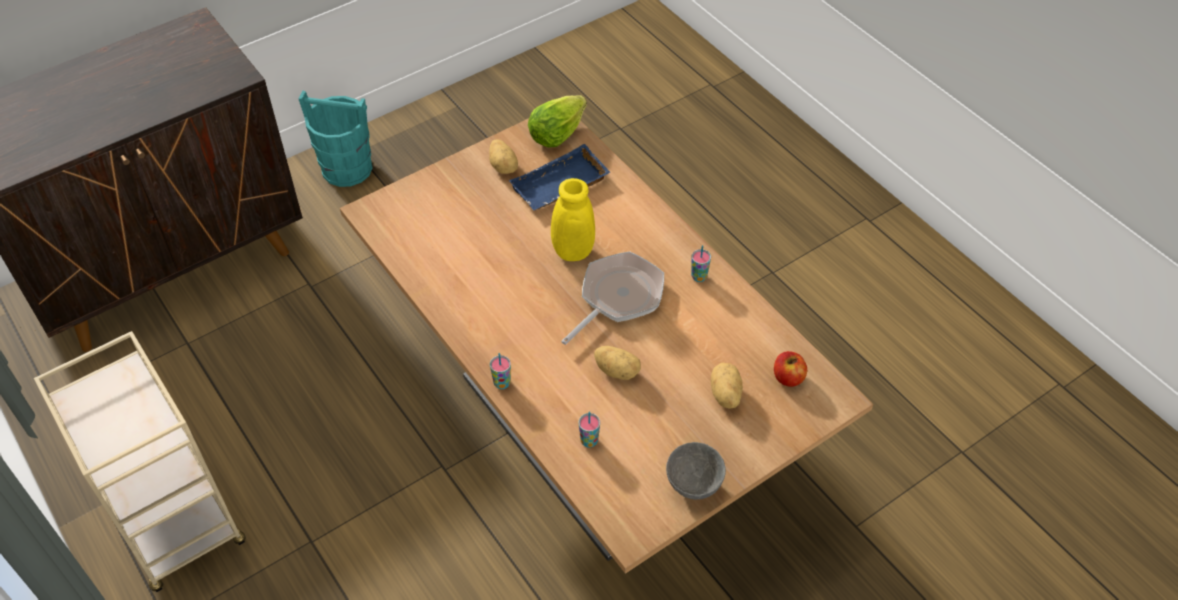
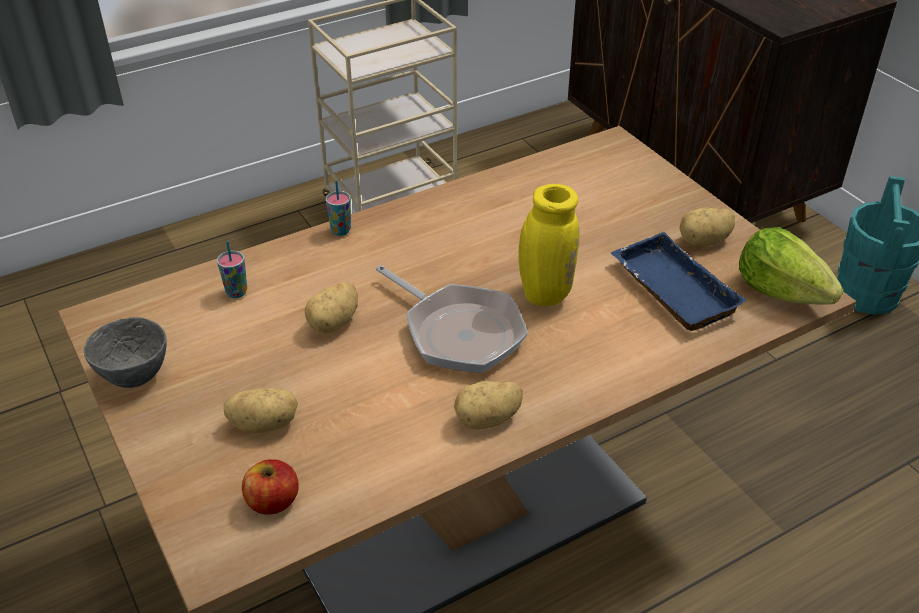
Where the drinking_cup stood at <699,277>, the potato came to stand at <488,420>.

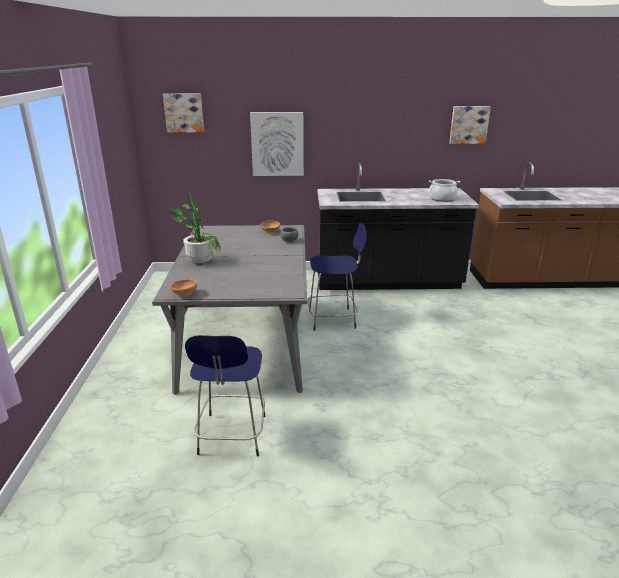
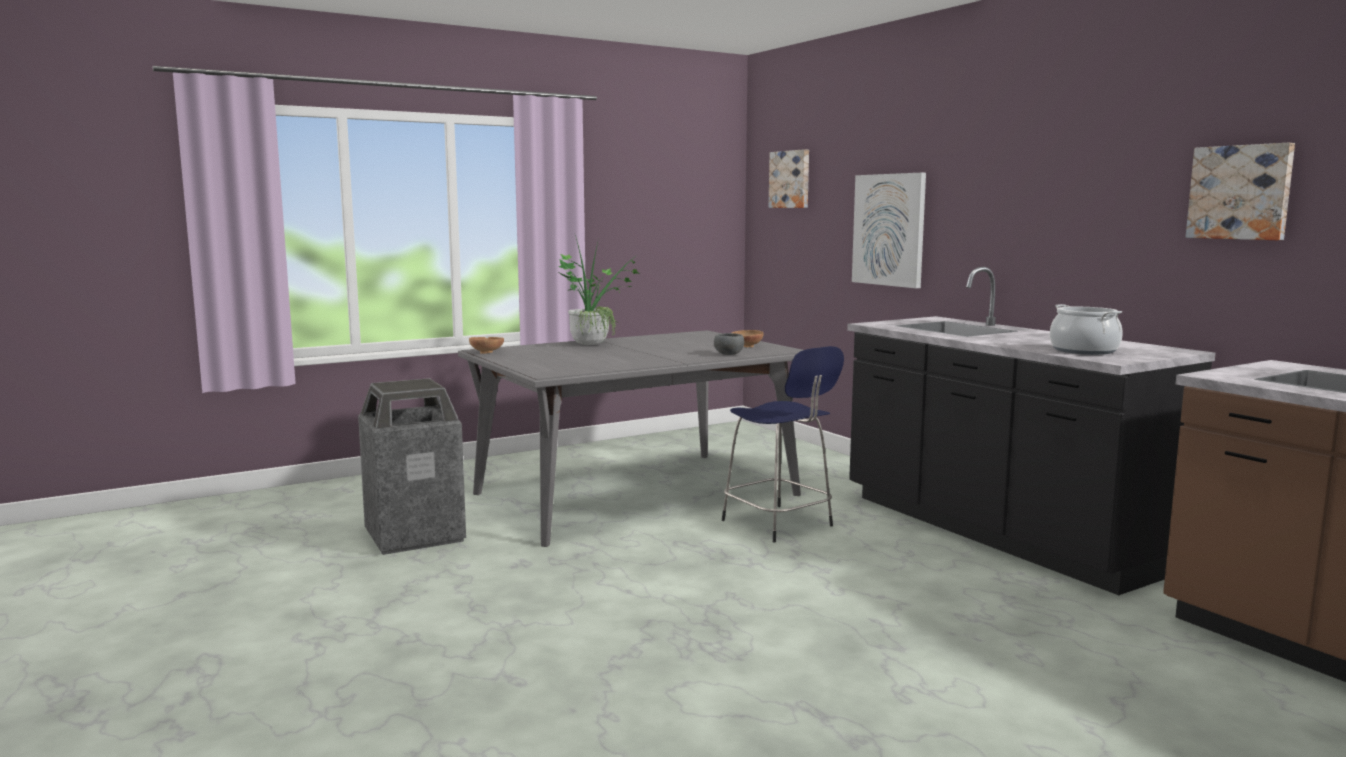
Where the blue_stool_seat stood at <232,436>, the rubbish_bin came to stand at <414,535>.

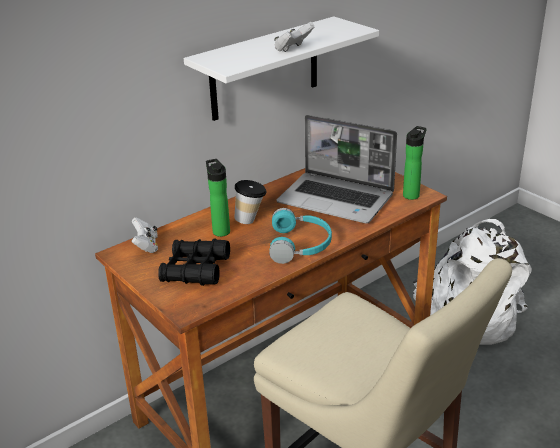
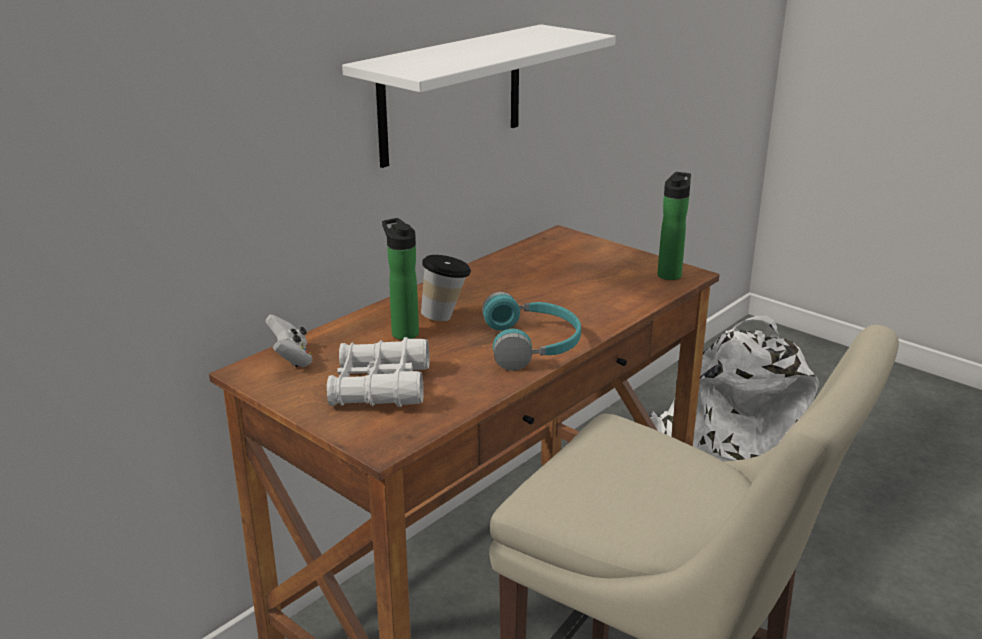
The second view lost the white-coloured_joypad at <293,49>.
The second view lost the portable_computer at <337,199>.
What was the black-coloured_field_glasses at <195,270> turned into the white-coloured_field_glasses at <380,387>.

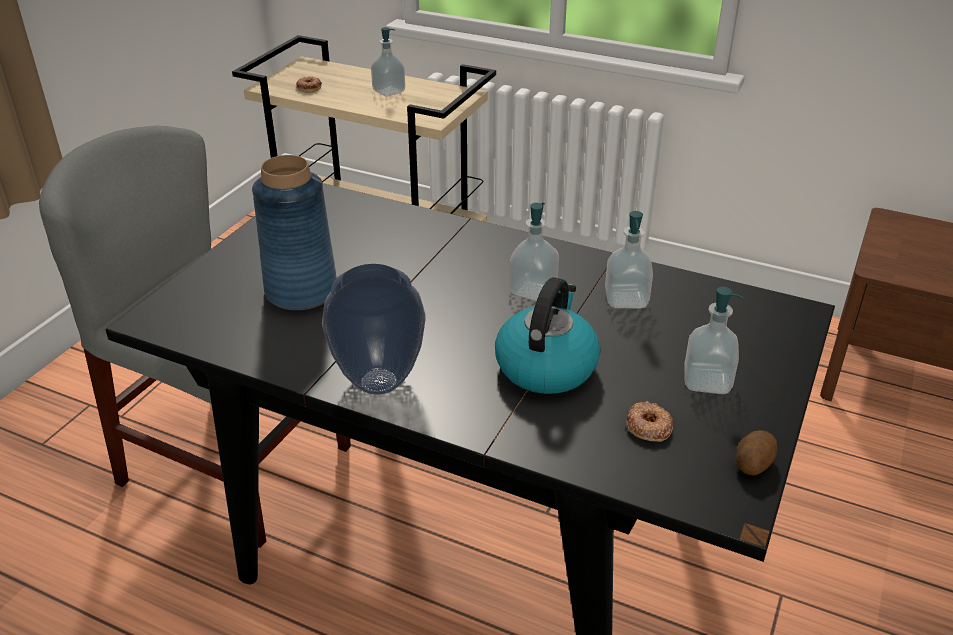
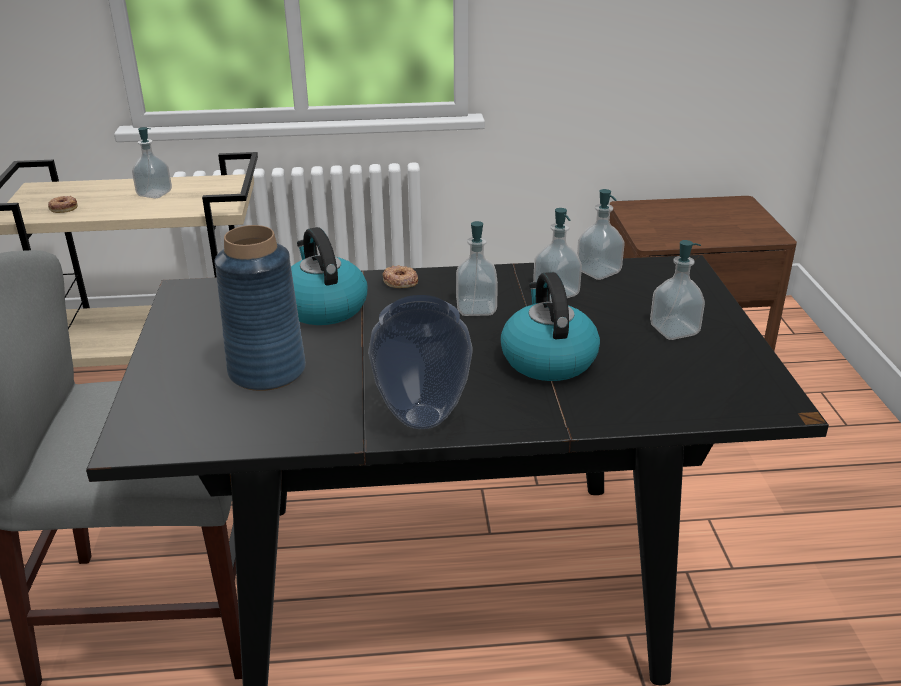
The doughnut ended up elsewhere, having gone from <648,426> to <400,281>.
The second view lost the potato at <753,463>.
The second view gained the soap_dispenser at <598,272>.
The second view gained the tea_kettle at <323,307>.

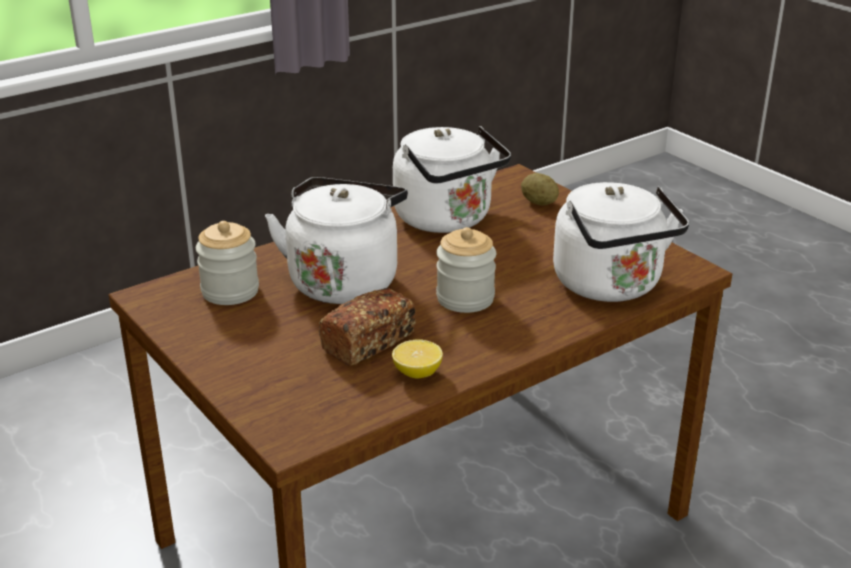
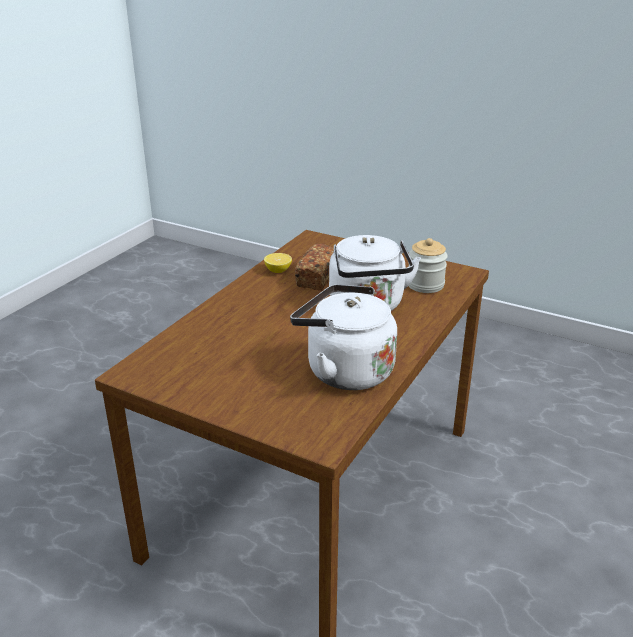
The second view lost the potato at <539,203>.
The second view lost the white-coloured_tea_kettle at <611,286>.
The second view lost the storage_jar at <465,298>.

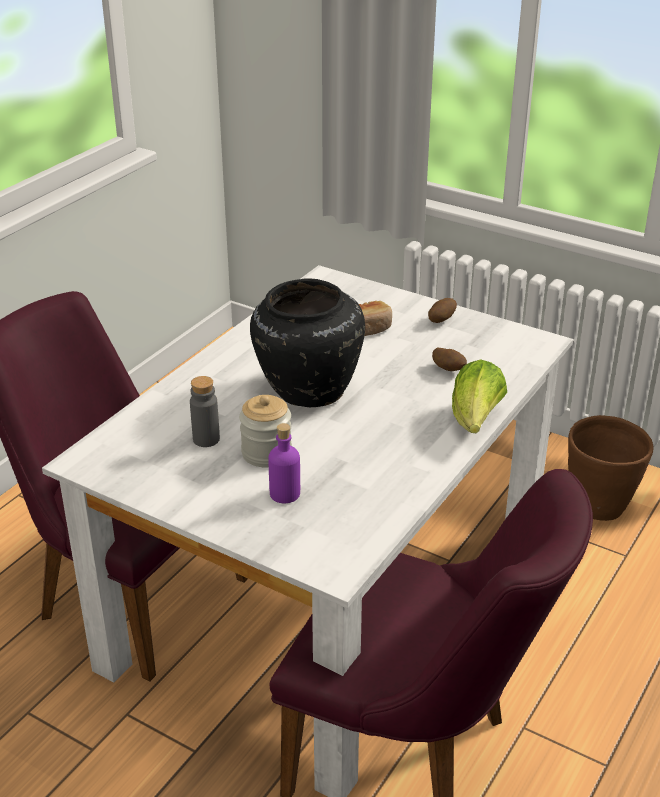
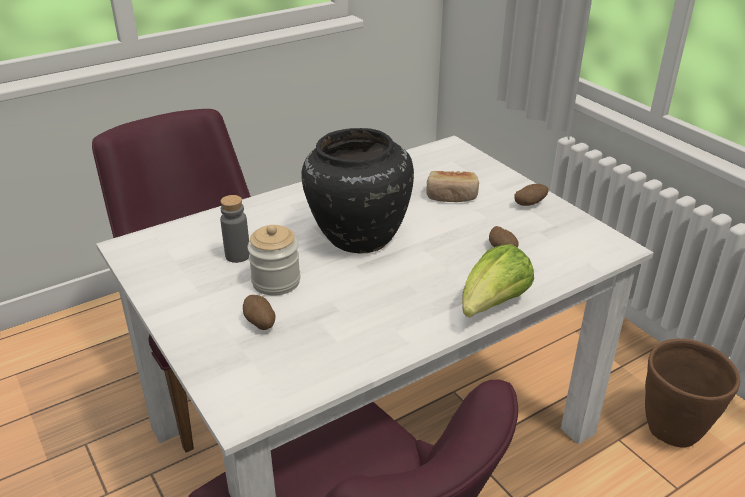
Where the purple_drink_bottle stood at <285,493>, the potato came to stand at <260,323>.

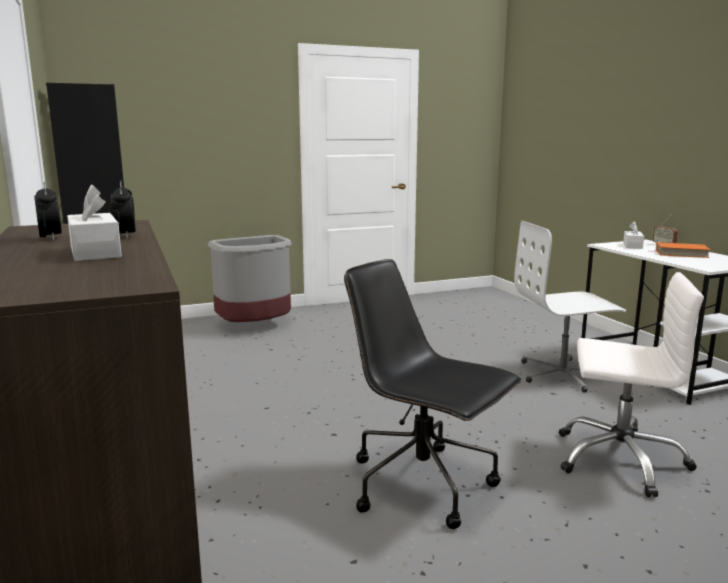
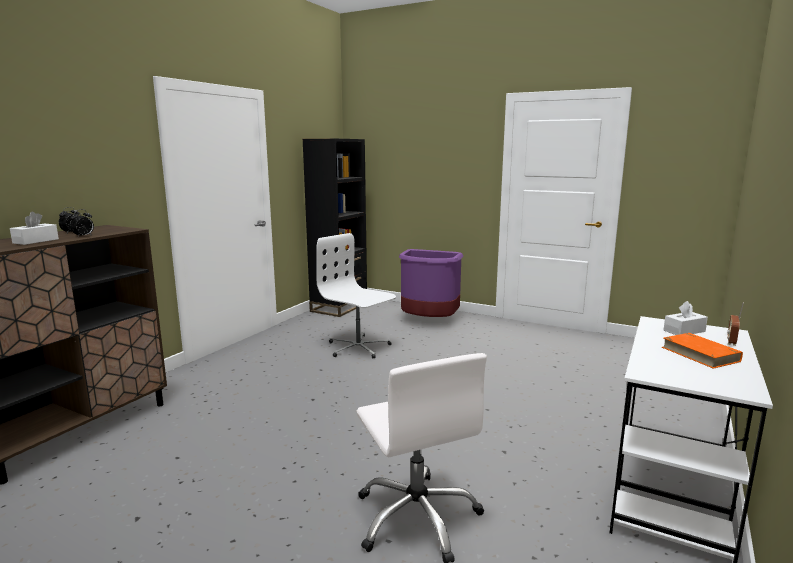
The white-coloured_computer_chair ended up elsewhere, having gone from <563,374> to <358,347>.
What was the grey_rubbish_bin at <256,327> turned into the purple_rubbish_bin at <429,321>.
The second view lost the black-coloured_computer_chair at <424,485>.

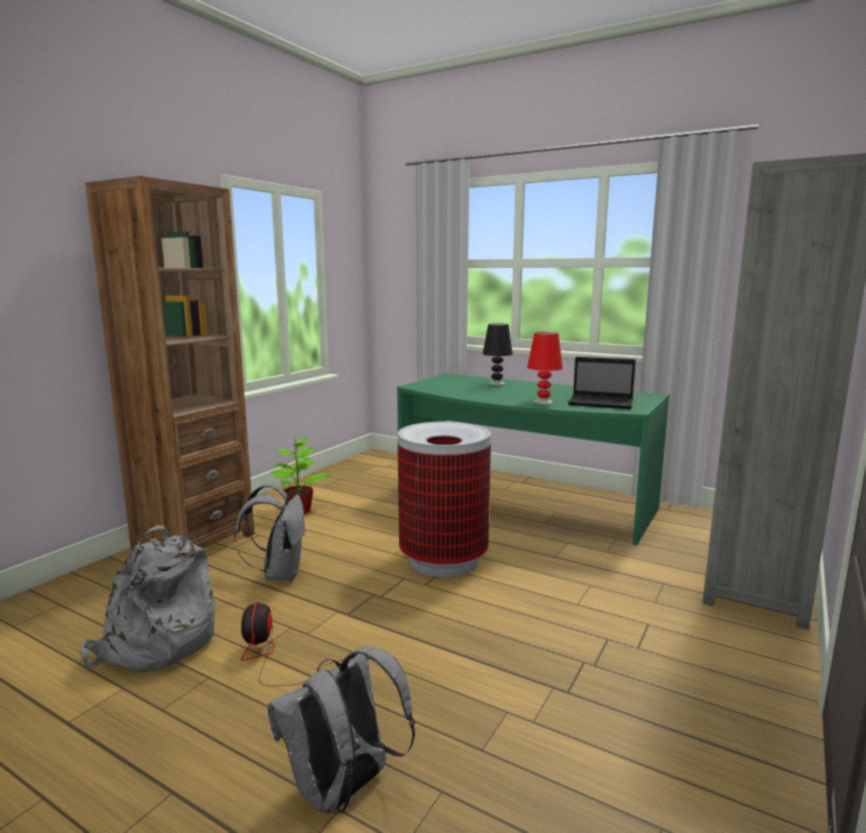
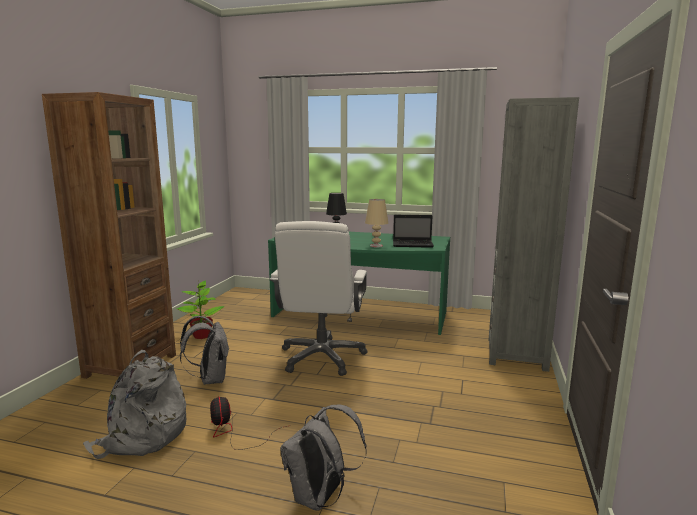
What was the red-coloured_tabletop_lamp at <543,402> turned into the beige-coloured_tabletop_lamp at <376,246>.
Where the rubbish_bin stood at <443,560>, the white-coloured_computer_chair came to stand at <322,357>.

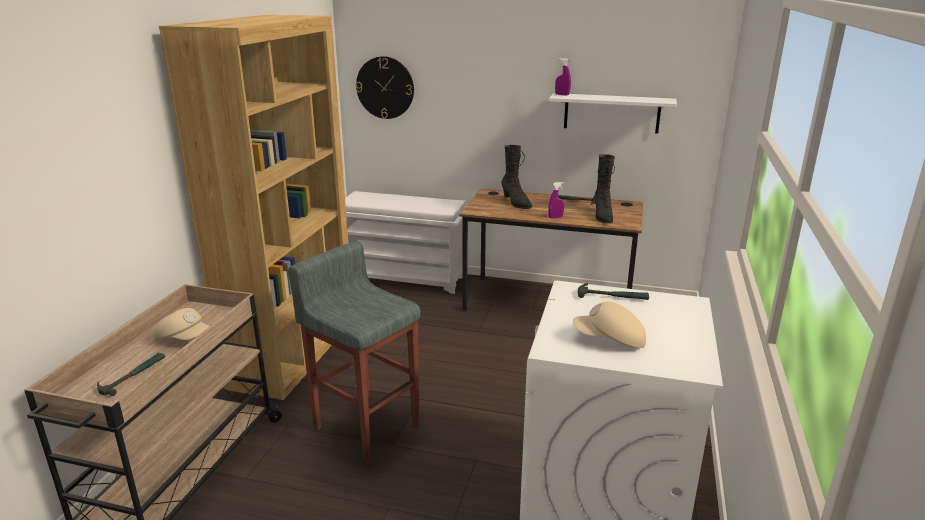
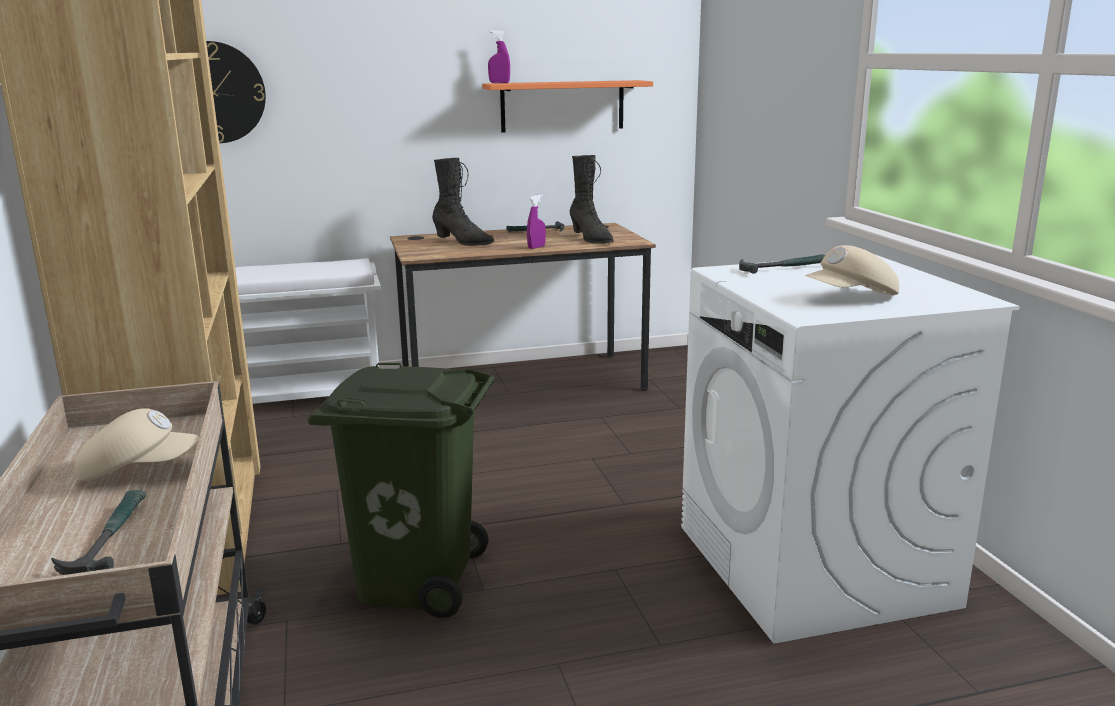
What was the white-coloured_wall_shelf at <611,113> turned into the orange_wall_shelf at <562,106>.
Where the grey_stool_seat stood at <366,425>, the green_rubbish_bin came to stand at <416,579>.

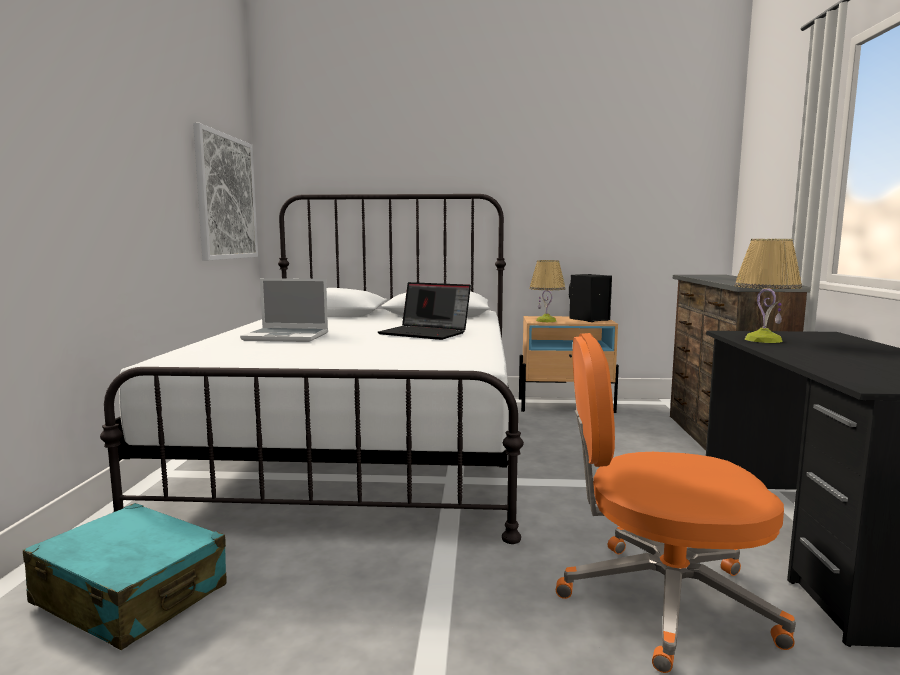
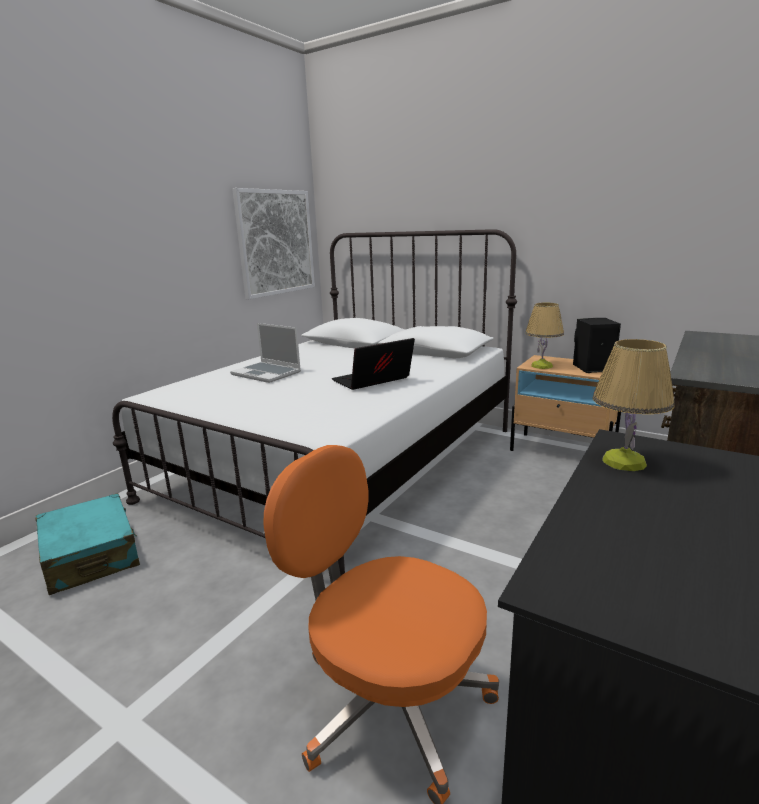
The portable_computer at <426,333> ended up facing another way, 90 degrees clockwise from before.

